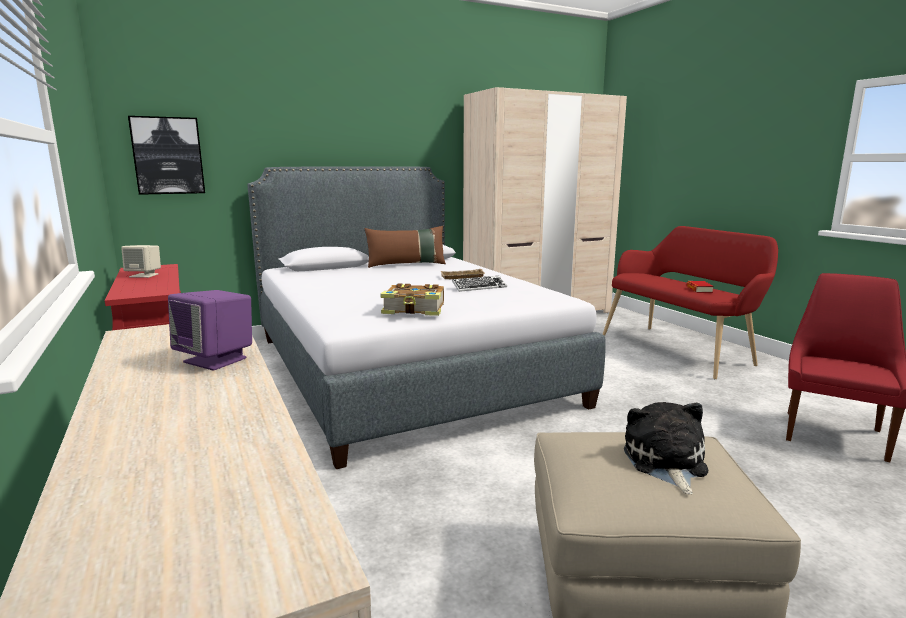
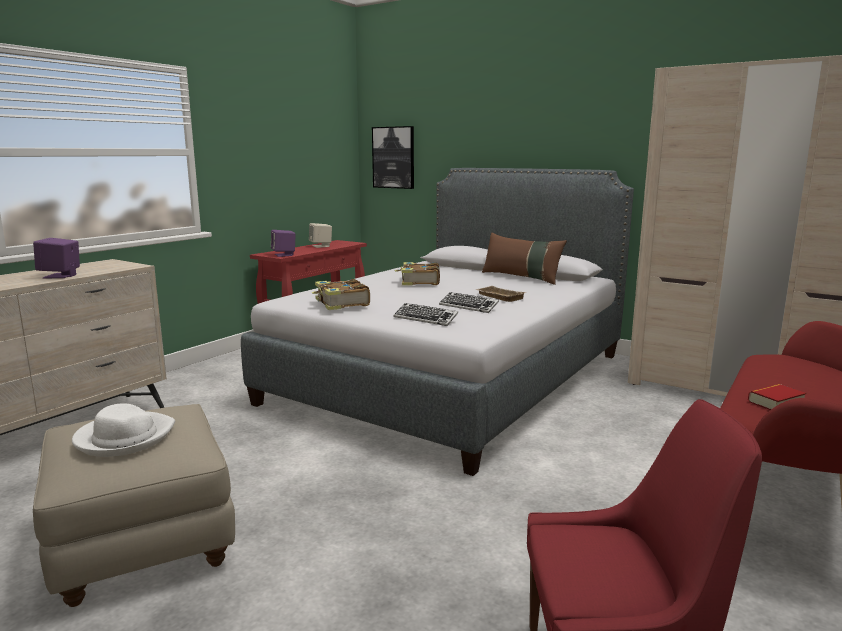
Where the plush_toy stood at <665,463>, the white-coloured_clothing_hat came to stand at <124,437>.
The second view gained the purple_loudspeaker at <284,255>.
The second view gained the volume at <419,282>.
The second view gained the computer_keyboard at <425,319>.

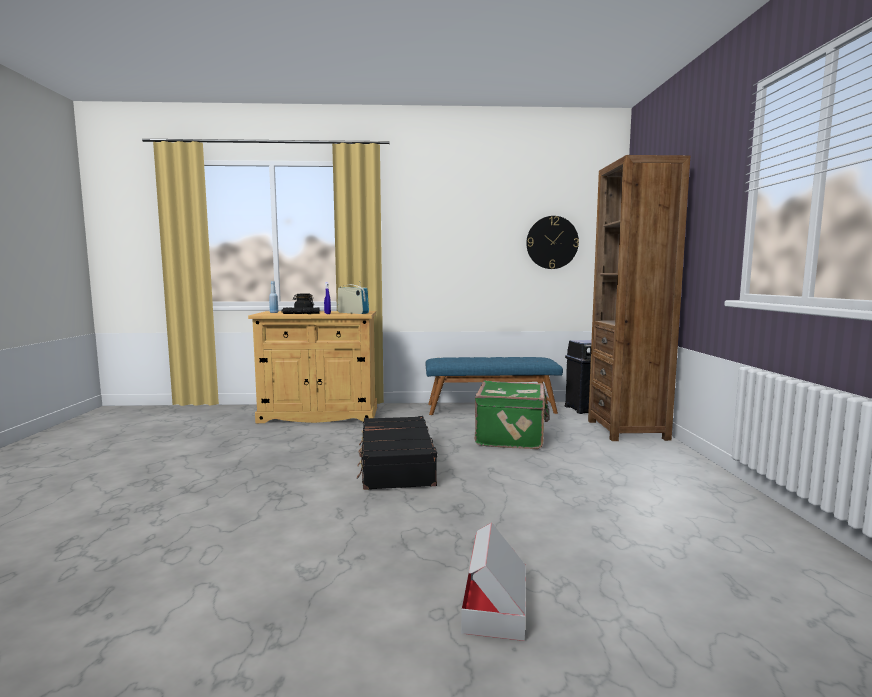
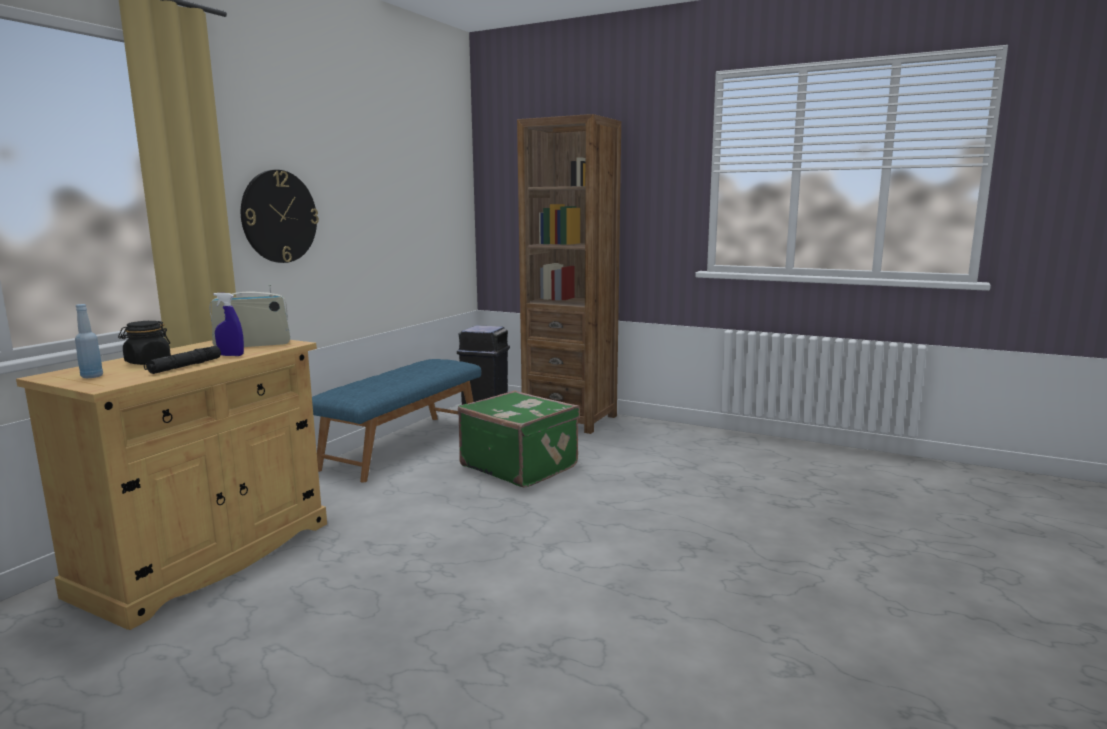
The hanging_clock ended up elsewhere, having gone from <552,242> to <279,216>.
The second view lost the black-coloured_travel_case at <395,464>.
The second view lost the packing_box at <495,607>.

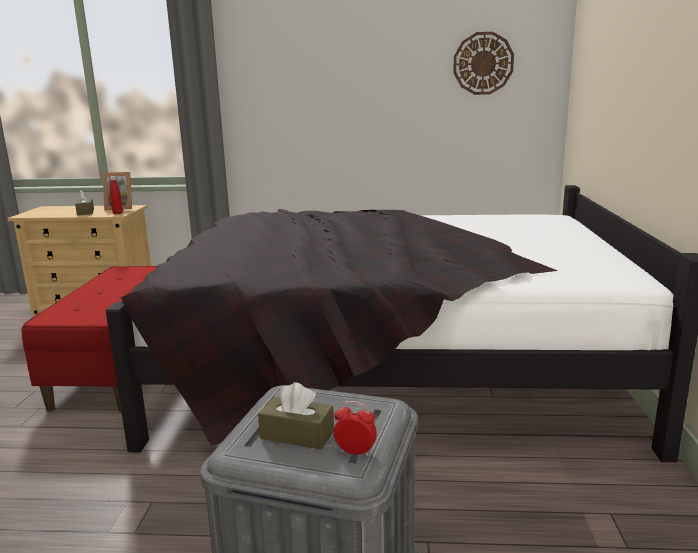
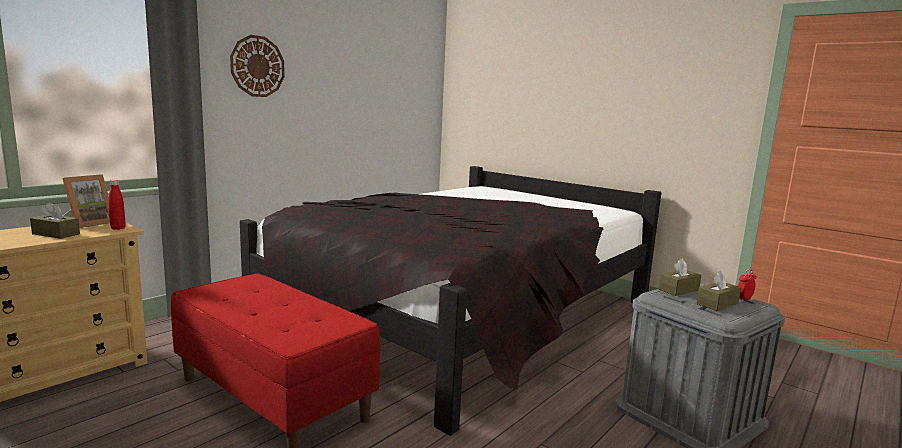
The hanging_clock ended up elsewhere, having gone from <483,63> to <257,66>.
The second view gained the brownish_tissue_box at <678,290>.

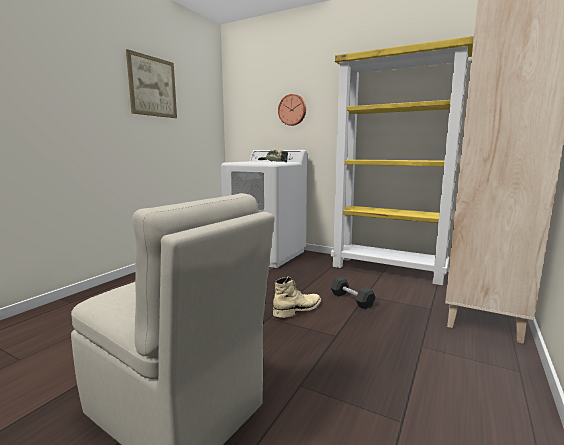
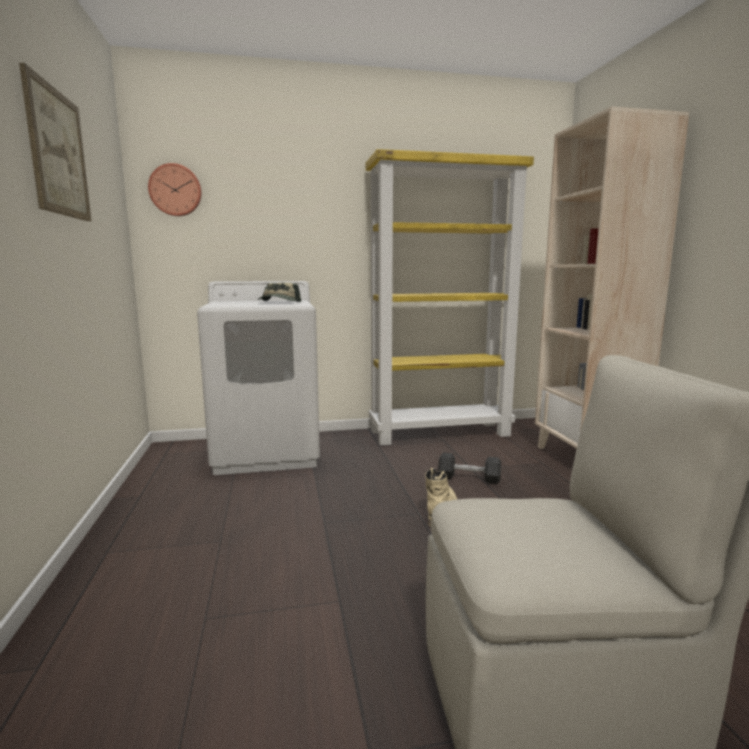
The hanging_clock ended up elsewhere, having gone from <292,110> to <175,190>.

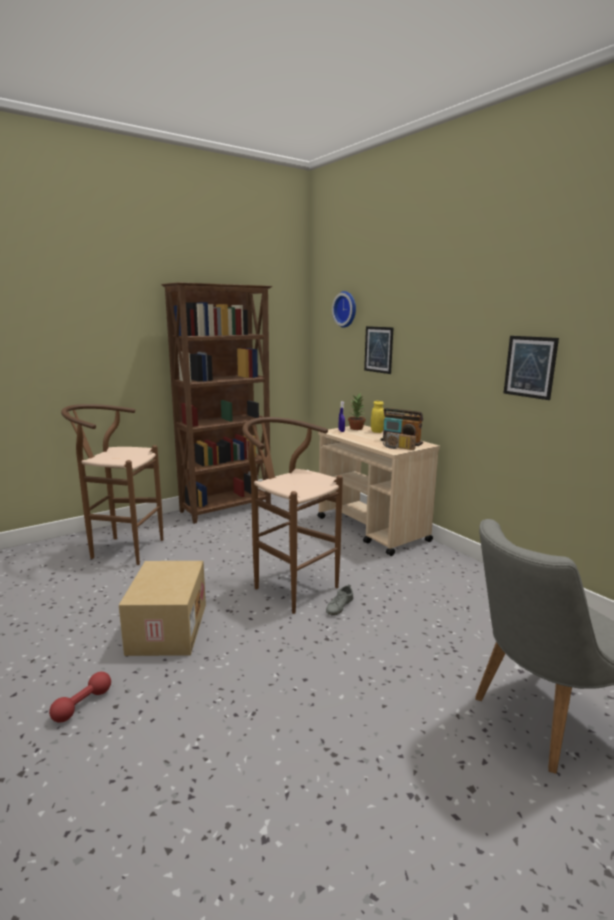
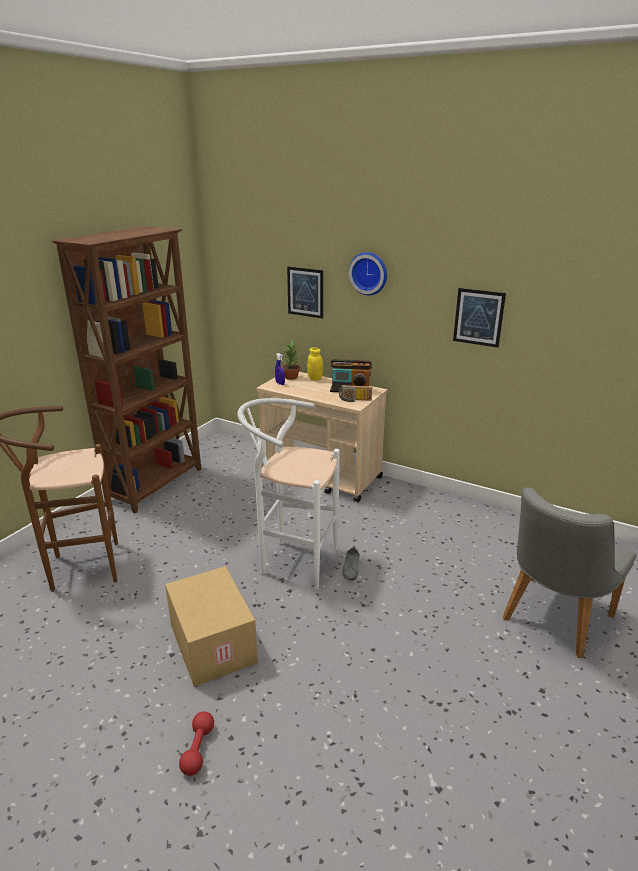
The hanging_clock ended up elsewhere, having gone from <346,309> to <369,273>.
What was the brownish_stool_seat at <289,586> turned into the white-coloured_stool_seat at <291,561>.

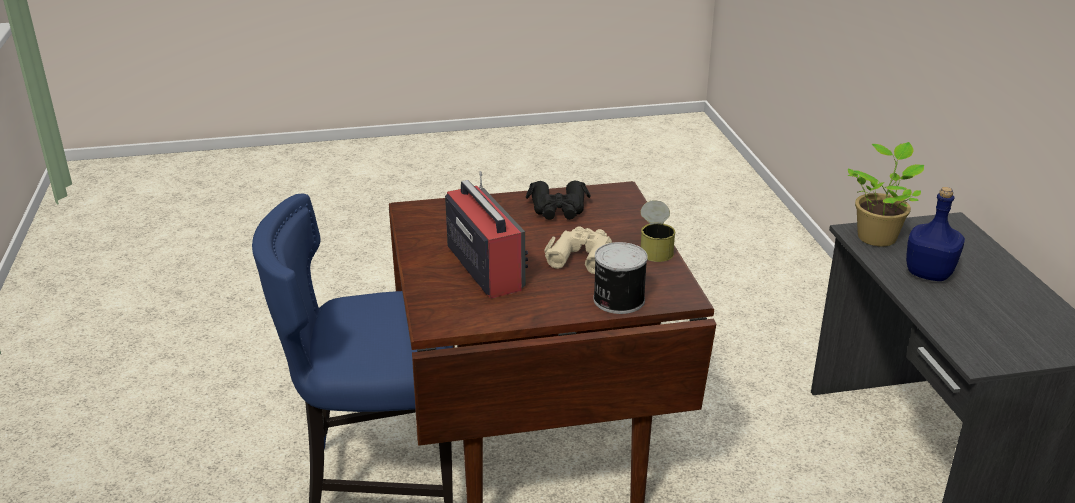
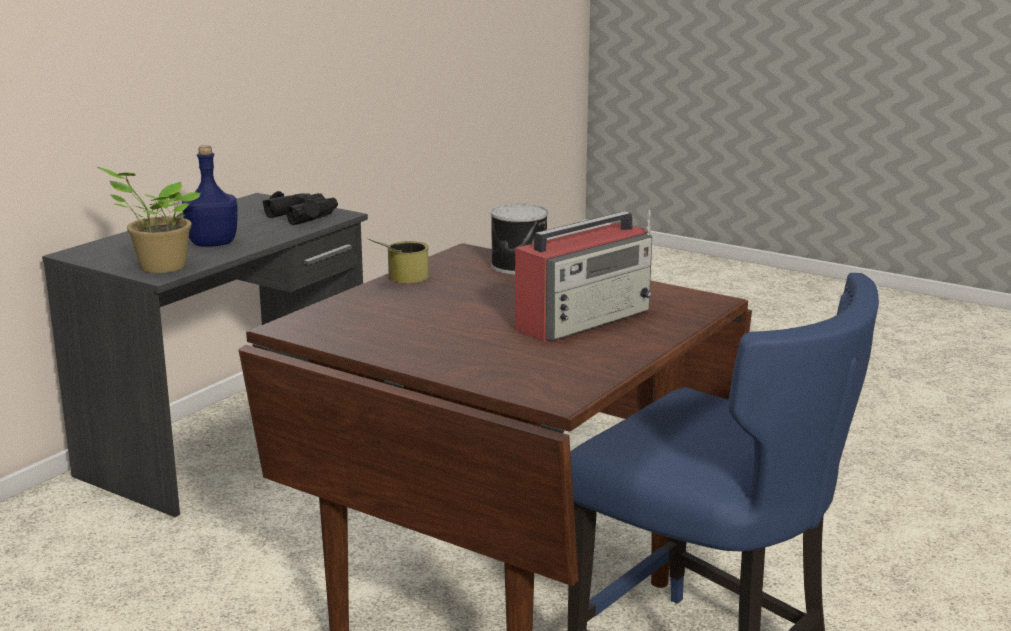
The radio_receiver at <484,267> ended up facing another way, 150 degrees counterclockwise from before.
The black-coloured_field_glasses ended up elsewhere, having gone from <558,209> to <304,215>.
The second view lost the beige-coloured_field_glasses at <582,256>.

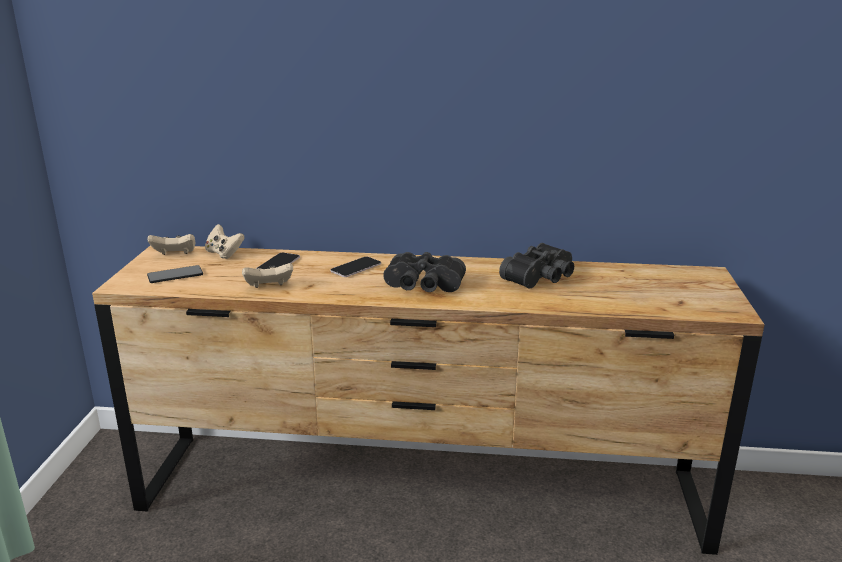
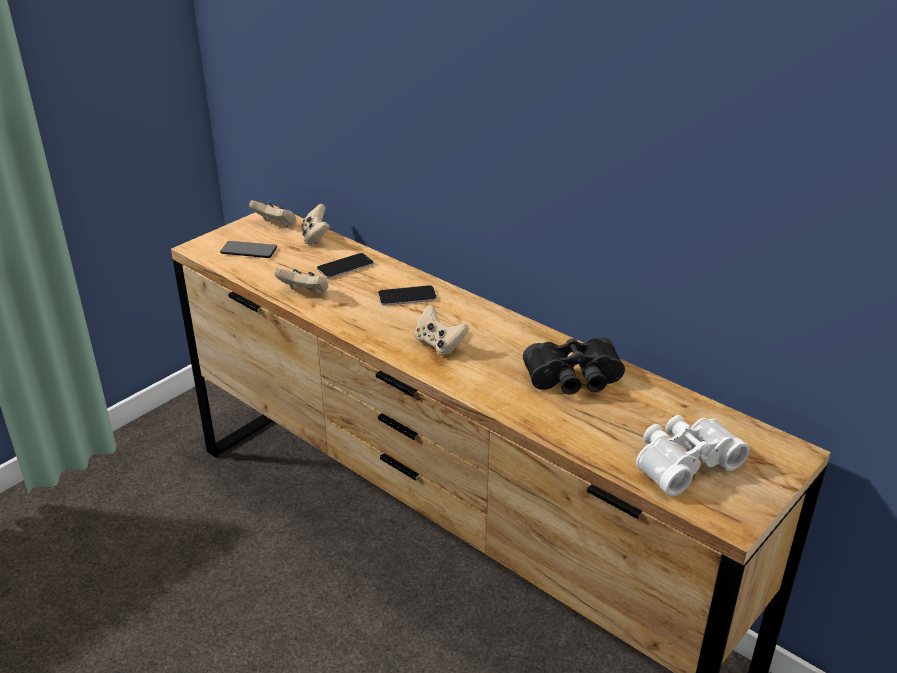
Where the black-coloured_field_glasses stood at <423,286>, the beige-coloured_joypad came to stand at <439,345>.
The second view gained the white-coloured_field_glasses at <683,462>.

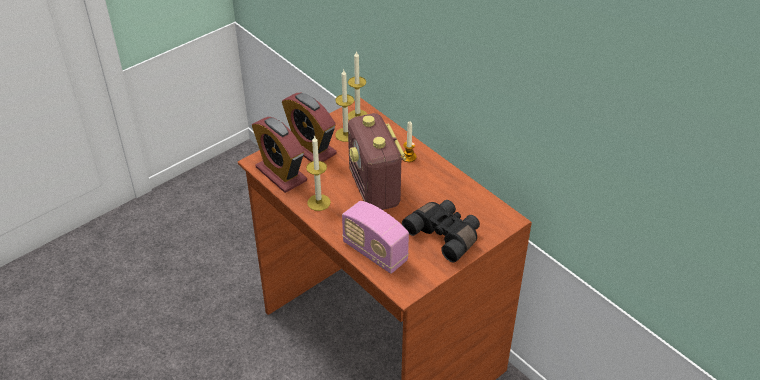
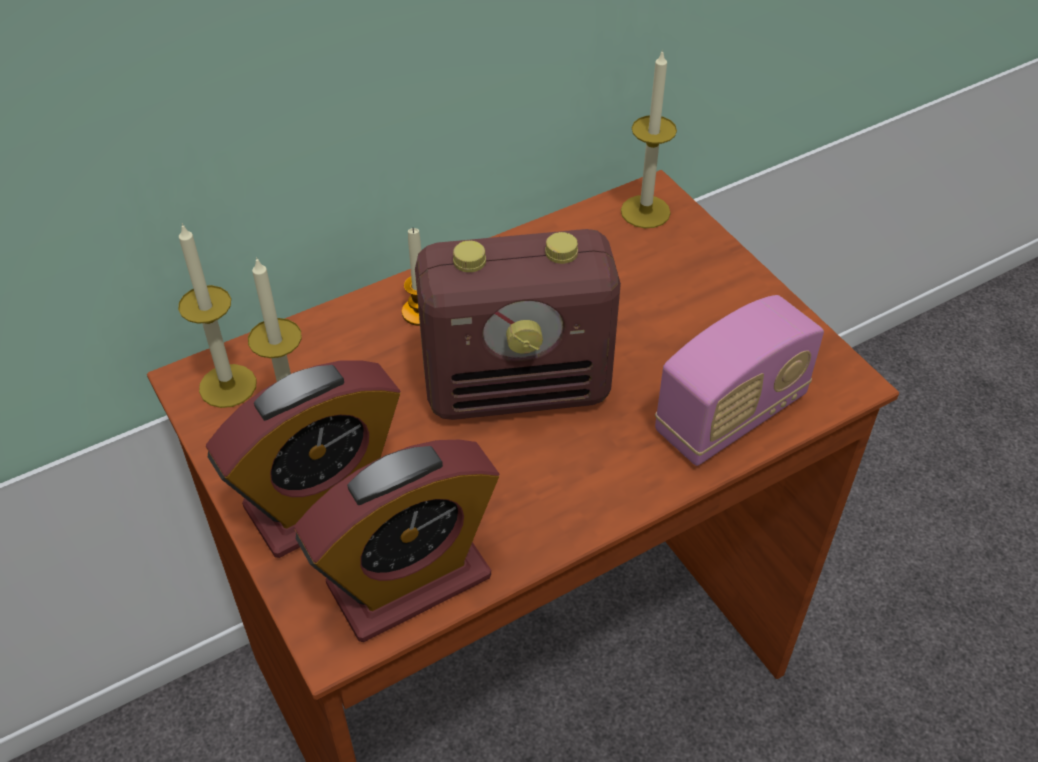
The candle ended up elsewhere, having gone from <318,202> to <645,212>.
The second view lost the black-coloured_field_glasses at <445,235>.

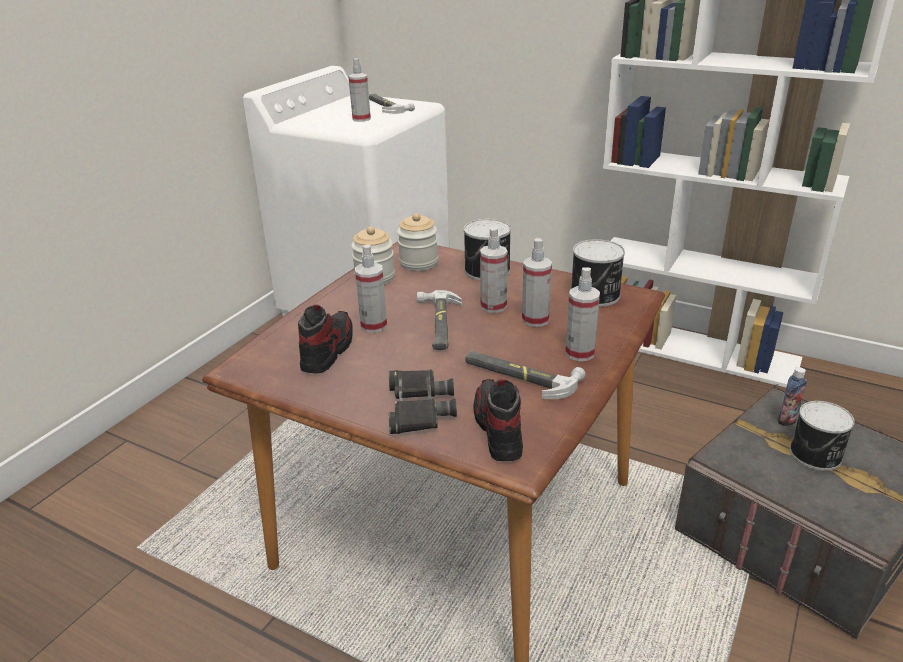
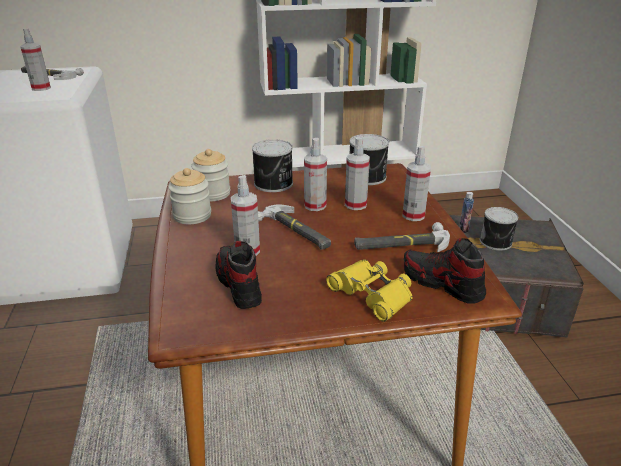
What was the black-coloured_field_glasses at <418,407> turned into the yellow_field_glasses at <371,294>.

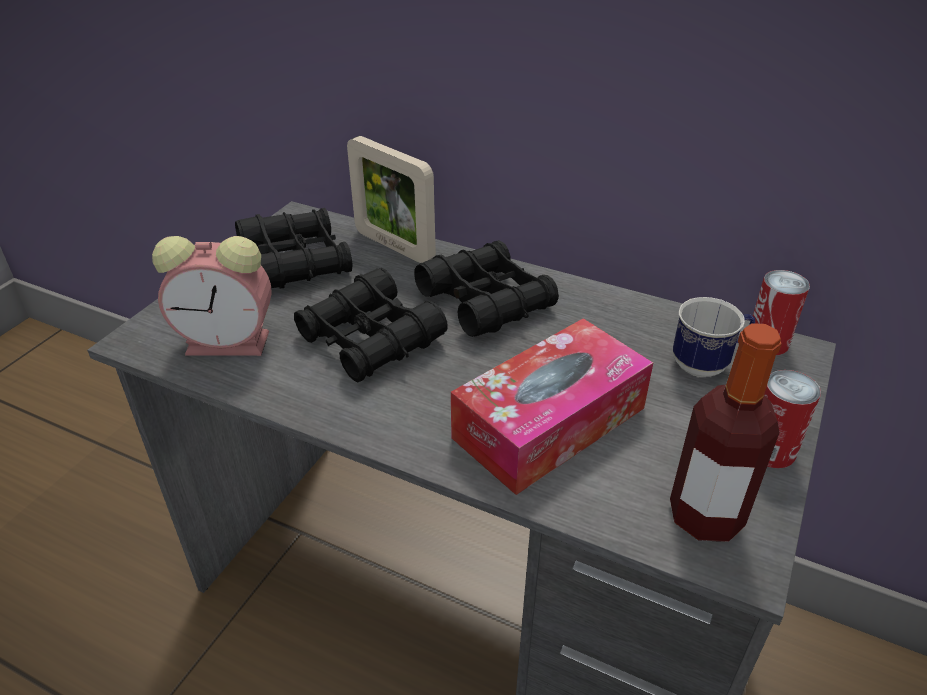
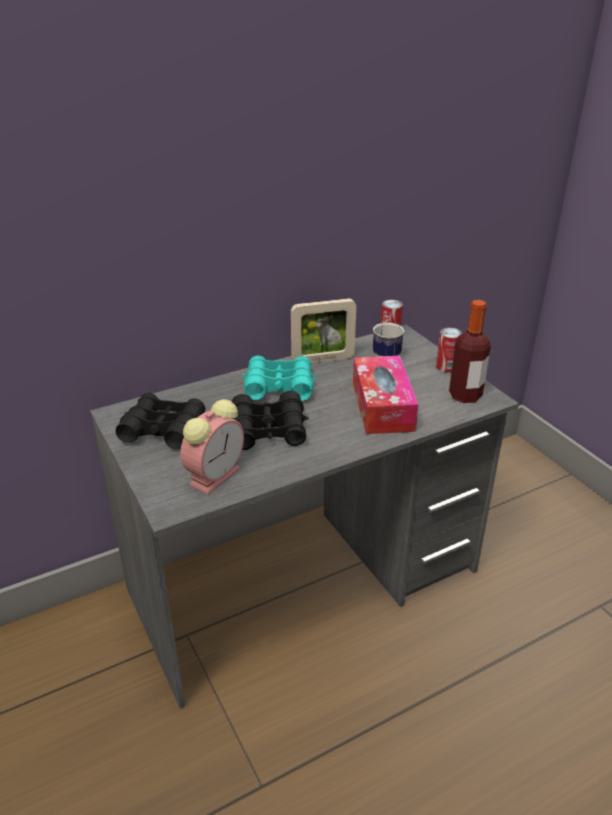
The photo_frame ended up elsewhere, having gone from <394,246> to <322,360>.
What was the black-coloured_field_glasses at <486,301> turned into the turquoise-coloured_field_glasses at <279,386>.

